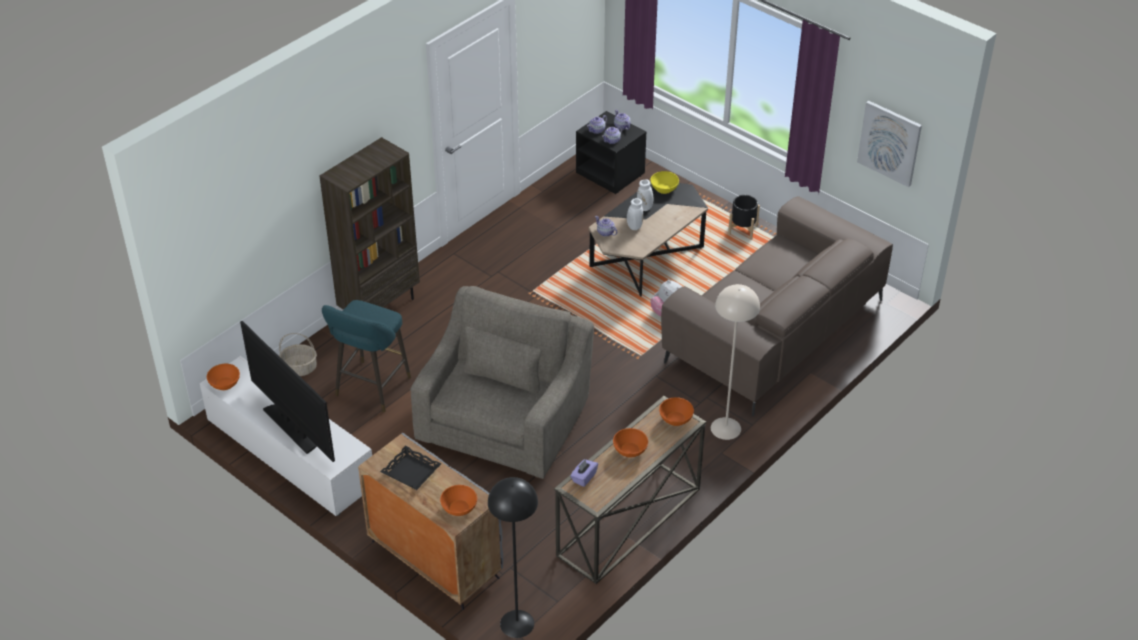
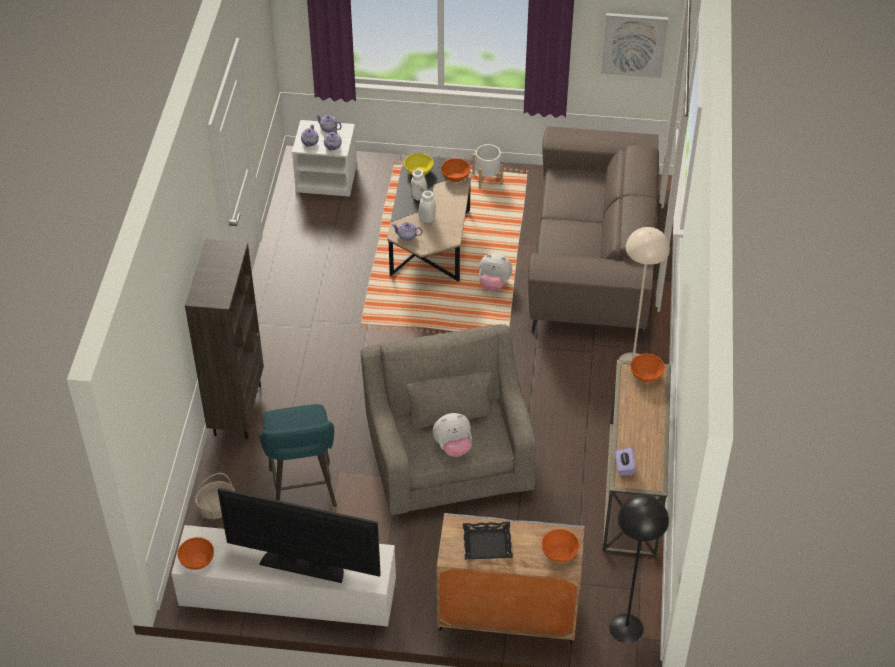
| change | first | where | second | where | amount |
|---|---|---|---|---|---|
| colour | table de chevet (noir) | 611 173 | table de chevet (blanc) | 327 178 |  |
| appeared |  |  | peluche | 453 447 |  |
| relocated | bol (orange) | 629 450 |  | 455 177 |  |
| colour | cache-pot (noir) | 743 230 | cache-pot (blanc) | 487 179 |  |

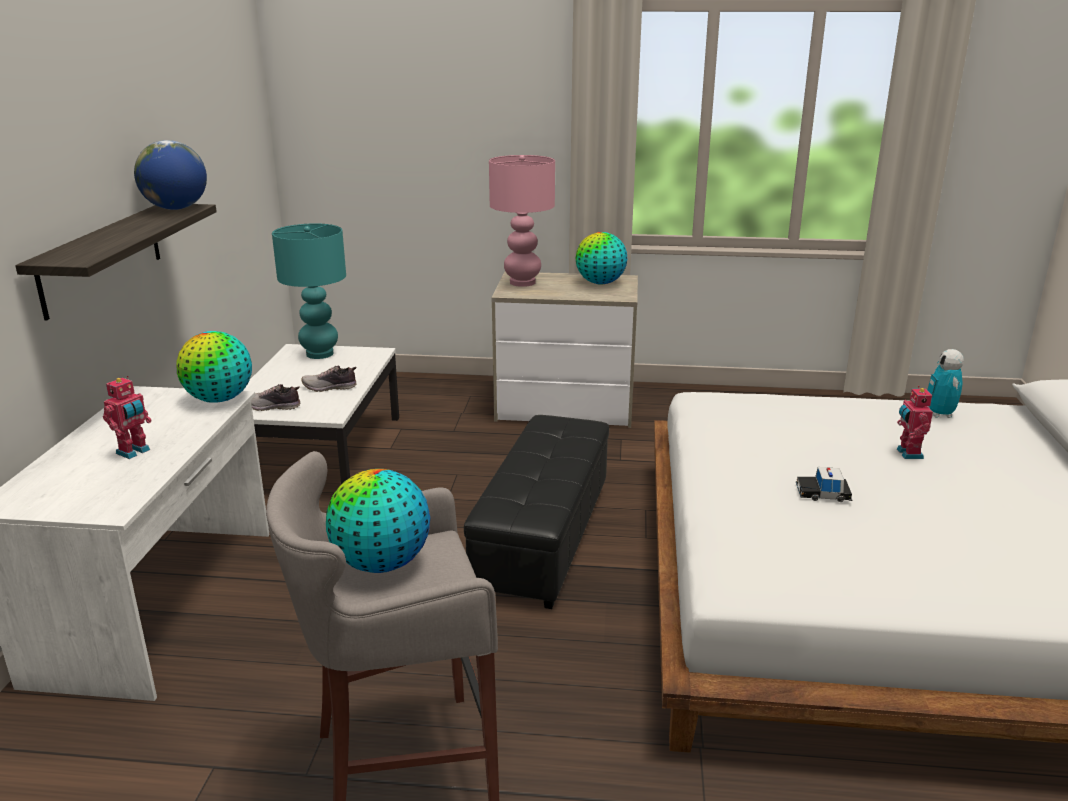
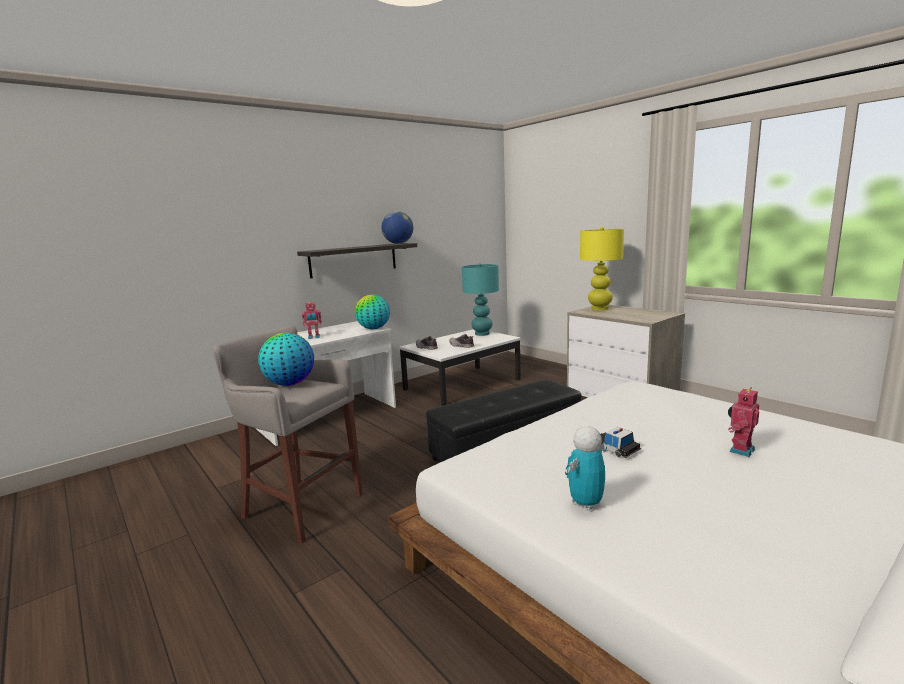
| change | first | where | second | where | amount |
|---|---|---|---|---|---|
| relocated | robot jouet | 940 414 |  | 585 504 |  |
| colour | lampe de table (rose) | 522 282 | lampe de table (jaune) | 600 308 |  |
| missing | globe | 600 283 |  |  |  |

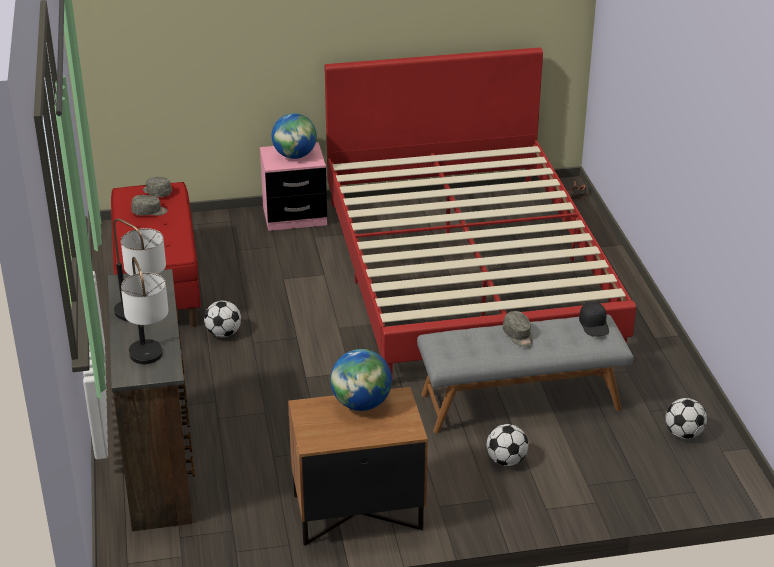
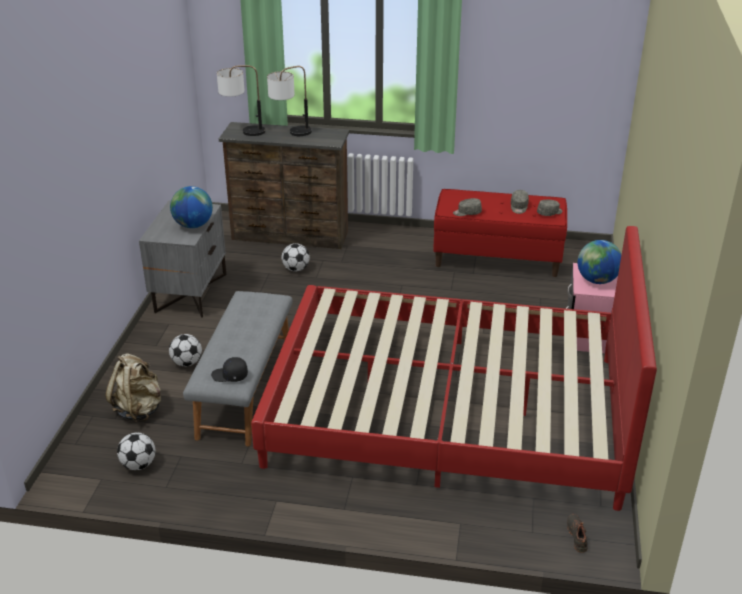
| change | first | where | second | where | amount |
|---|---|---|---|---|---|
| appeared |  |  | sac à dos (beige) | 139 409 |  |
| colour | table de chevet (marron) | 357 514 | table de chevet (gris) | 190 292 |  |
| relocated | ballon de foot | 223 333 |  | 296 269 |  |
| relocated | casquette (gris) | 518 335 |  | 467 213 |  |

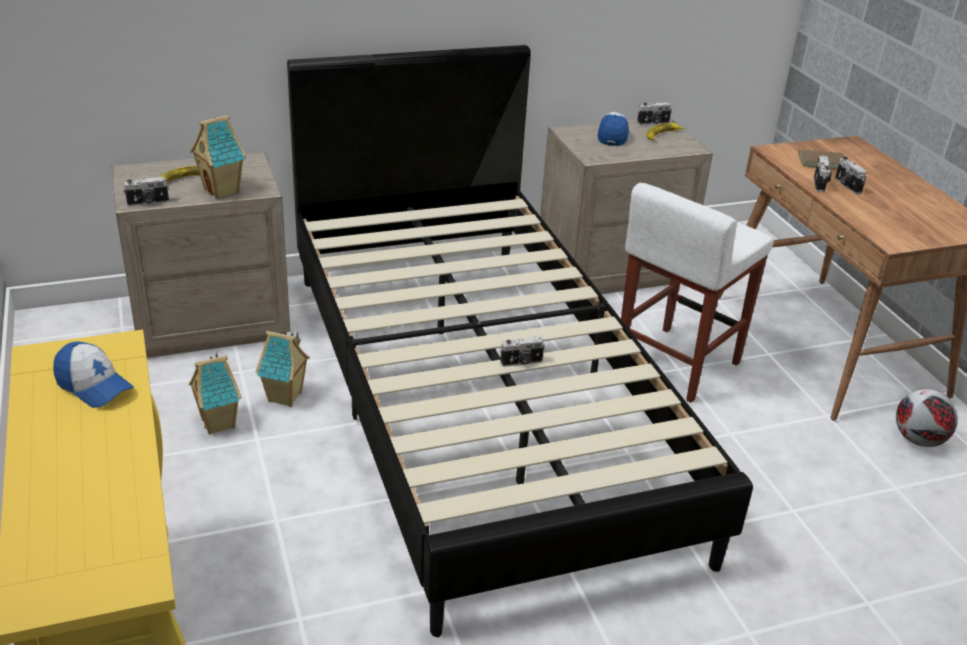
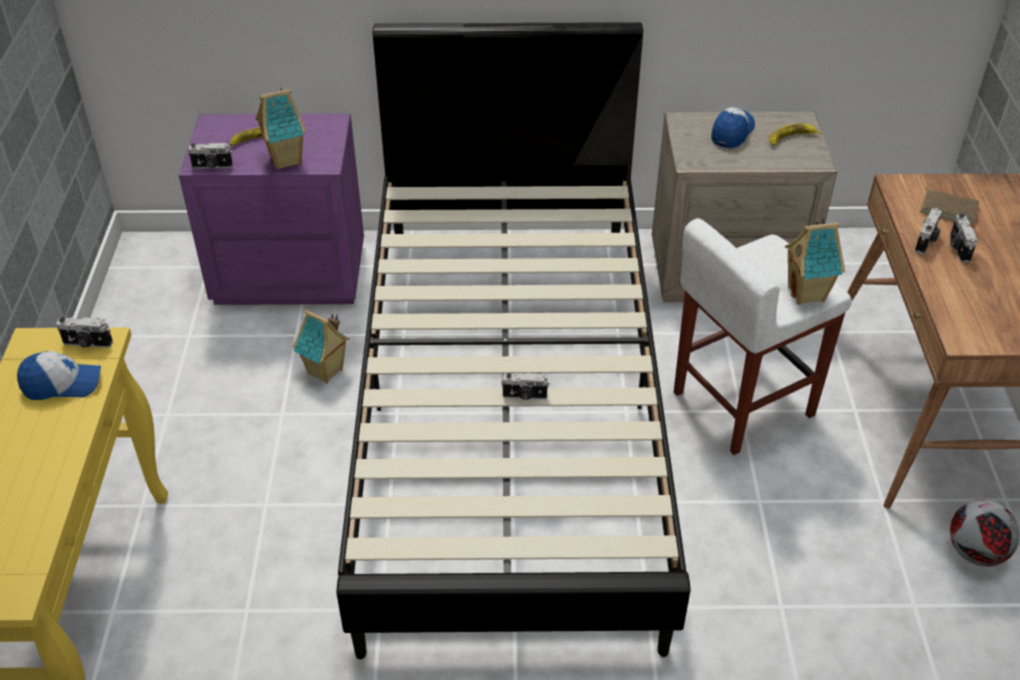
| change | first | where | second | where | amount |
|---|---|---|---|---|---|
| spun | casquette | 94 386 |  | 62 384 | 60 degrees counterclockwise |
| relocated | appareil photo | 653 123 |  | 87 344 |  |
| colour | table de chevet (beige) | 211 322 | table de chevet (violet) | 290 273 |  |
| relocated | maison miniature | 220 424 |  | 807 294 |  |

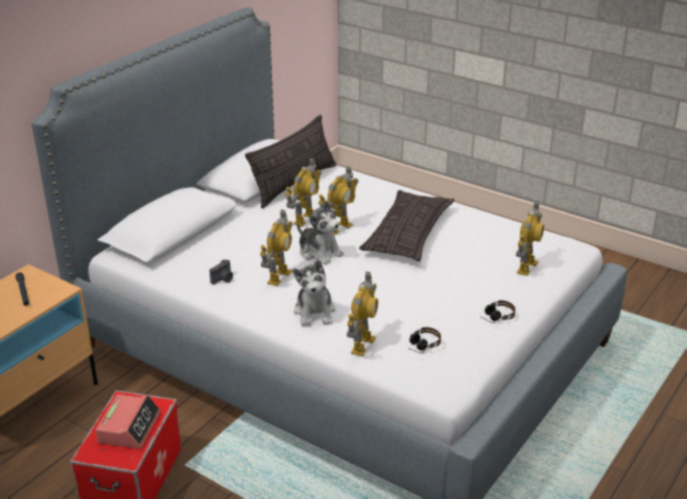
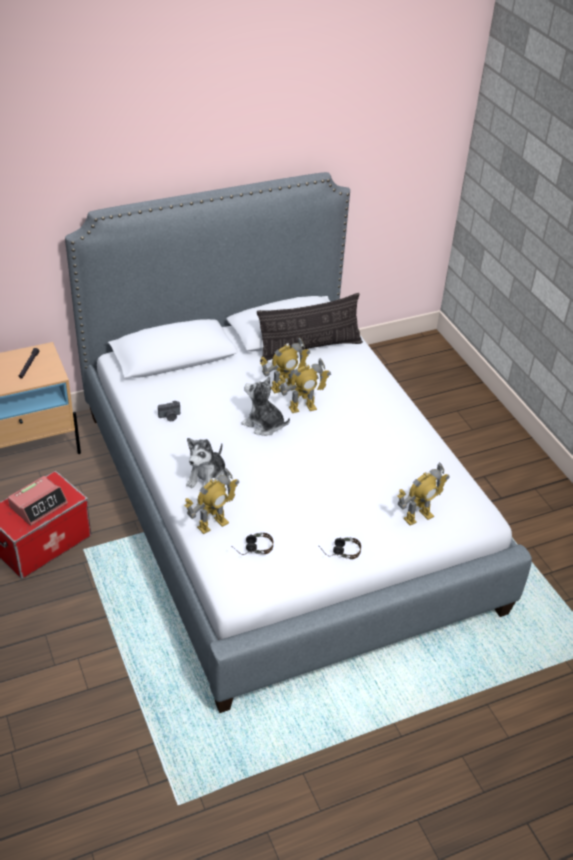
| change | first | where | second | where | amount |
|---|---|---|---|---|---|
| spun | peluche | 319 252 |  | 263 424 | 135 degrees clockwise |
| missing | robot jouet | 278 277 |  |  |  |
| missing | coussin | 408 233 |  |  |  |

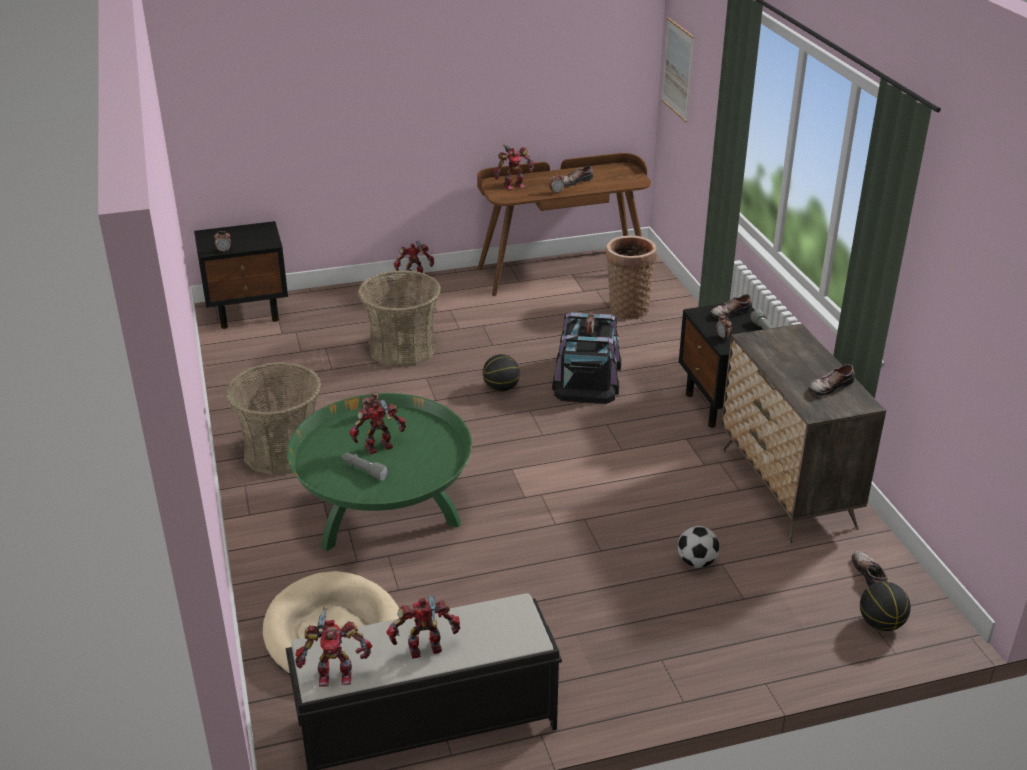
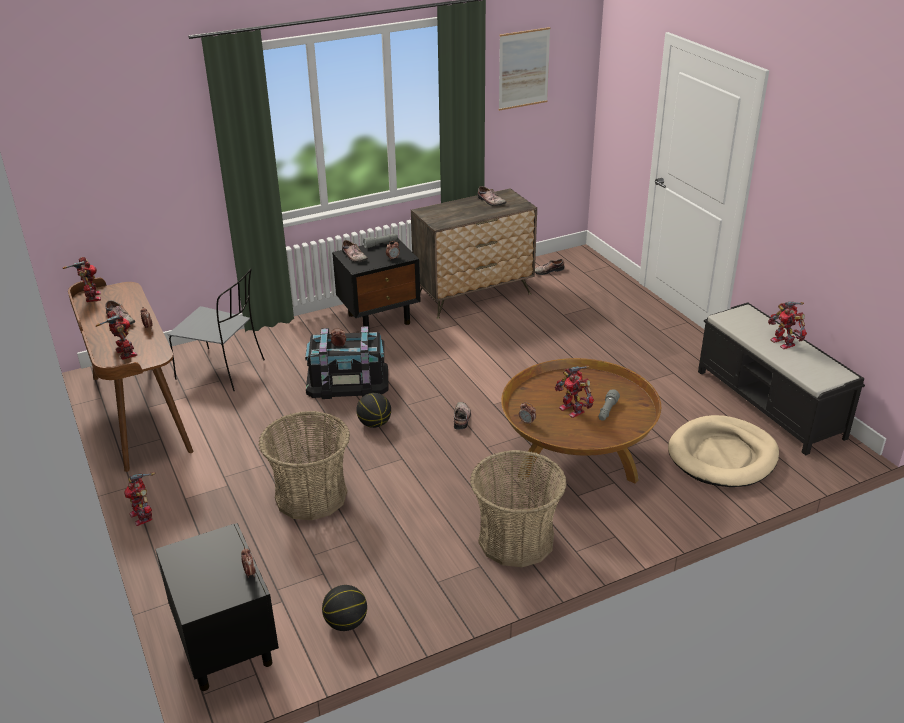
| change | first | where | second | where | amount |
|---|---|---|---|---|---|
| relocated | robot jouet | 335 674 |  | 91 297 |  |
| exchanged | panier | 627 308 | chaise (gris) | 223 370 |  |
| relocated | ballon de basket | 880 624 |  | 346 623 |  |
| appeared |  |  | chaussure | 462 418 |  |
| relocated | tableau | 677 69 |  | 523 69 |  |
| colour | table basse (vert) | 384 512 | table basse (marron) | 576 458 |  |
| missing | ballon de foot | 696 562 |  |  |  |

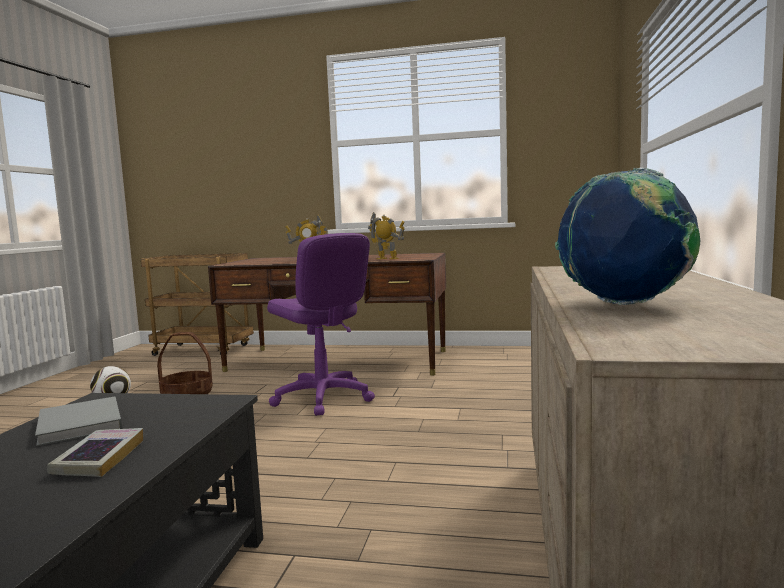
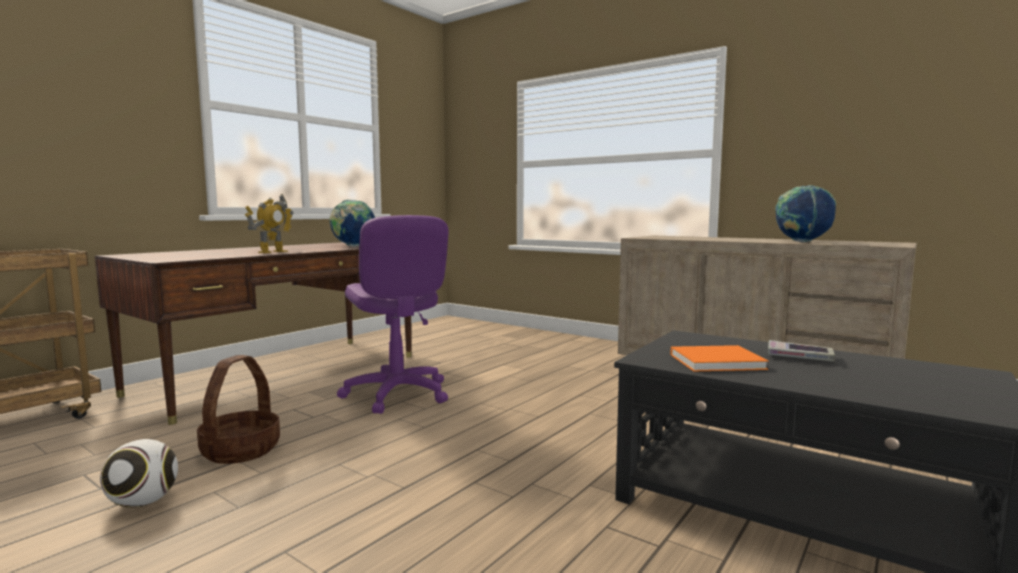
| change | first | where | second | where | amount |
|---|---|---|---|---|---|
| exchanged | robot jouet | 387 259 | globe | 353 246 |  |
| spun | chaise de bureau (violet) | 323 398 |  | 397 394 | 75 degrees clockwise |
| colour | livre (gris) | 80 424 | livre (orange) | 719 362 |  |

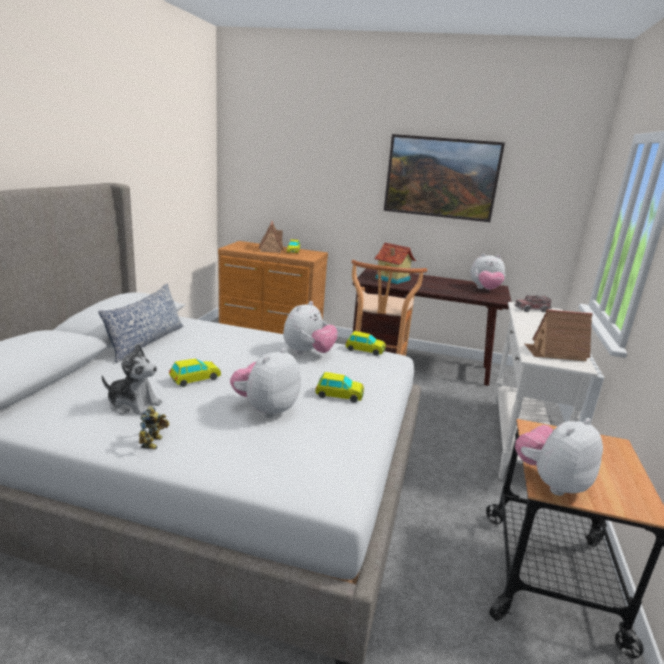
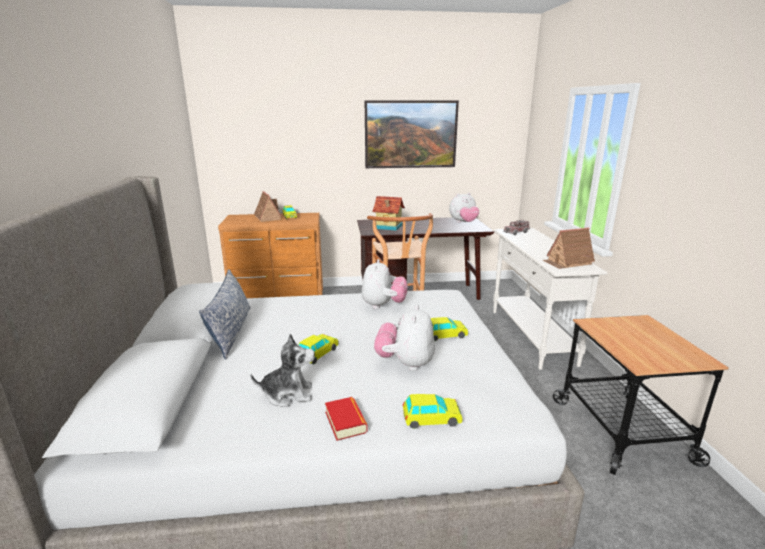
| change | first | where | second | where | amount |
|---|---|---|---|---|---|
| exchanged | robot jouet | 154 442 | livre | 345 422 |  |
| relocated | petite voiture | 365 350 |  | 431 419 |  |
| missing | peluche | 551 483 |  |  |  |

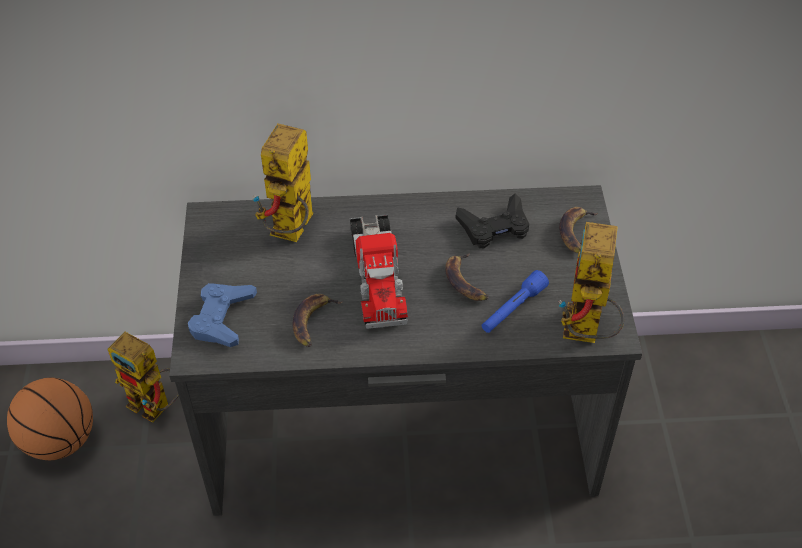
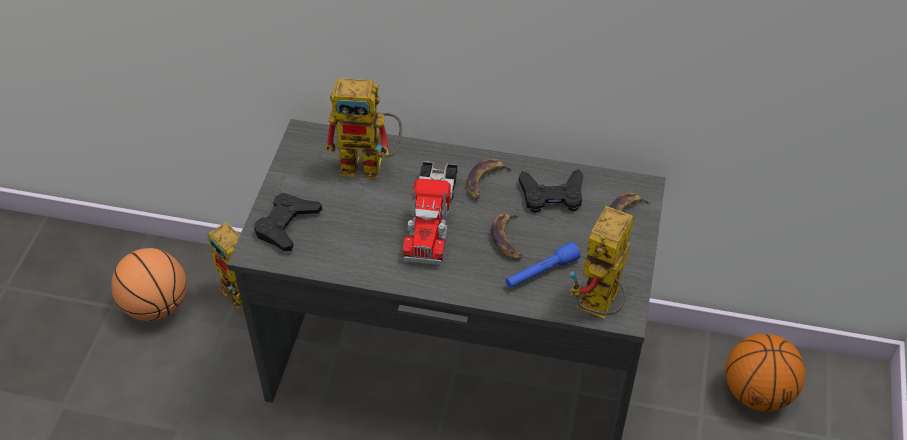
| change | first | where | second | where | amount |
|---|---|---|---|---|---|
| colour | manette (bleu) | 222 318 | manette (noir) | 287 225 |  |
| spun | robot jouet | 292 233 |  | 371 164 | 120 degrees counterclockwise |
| relocated | banane | 313 322 |  | 485 181 |  |
| appeared |  |  | ballon de basket | 757 393 |  |

